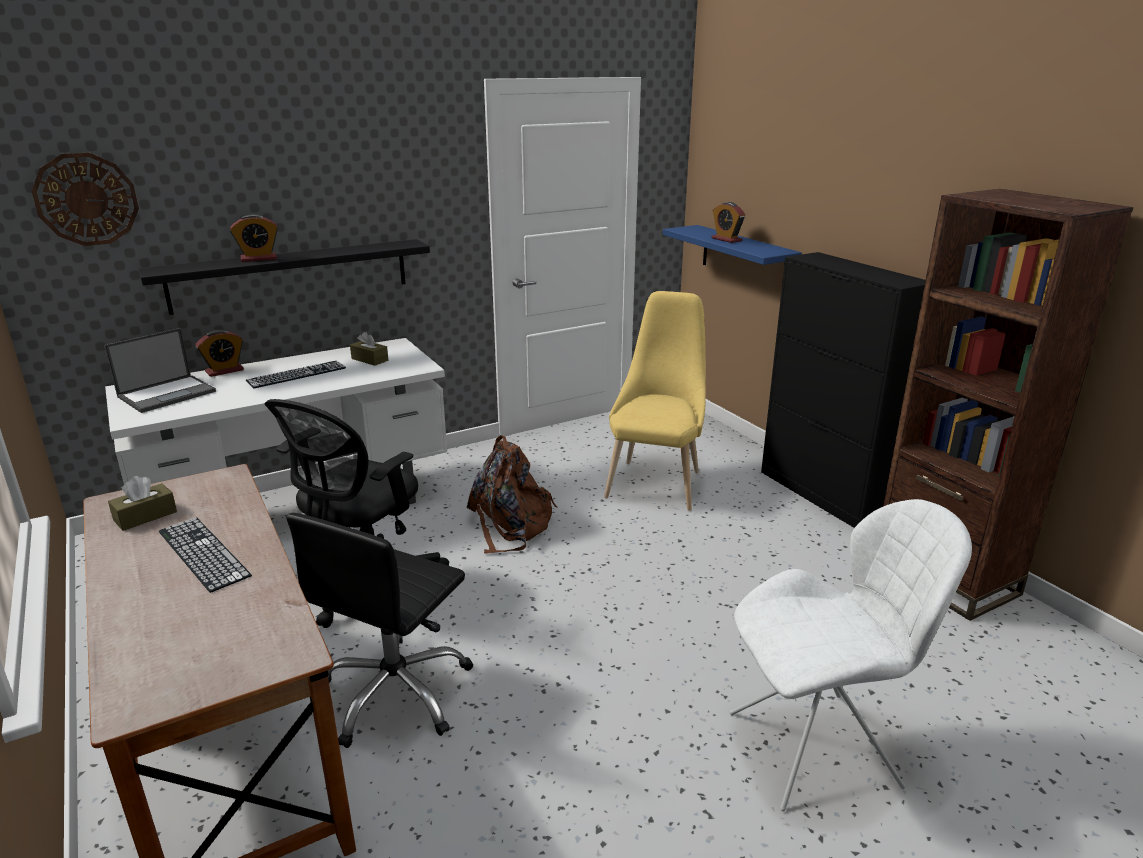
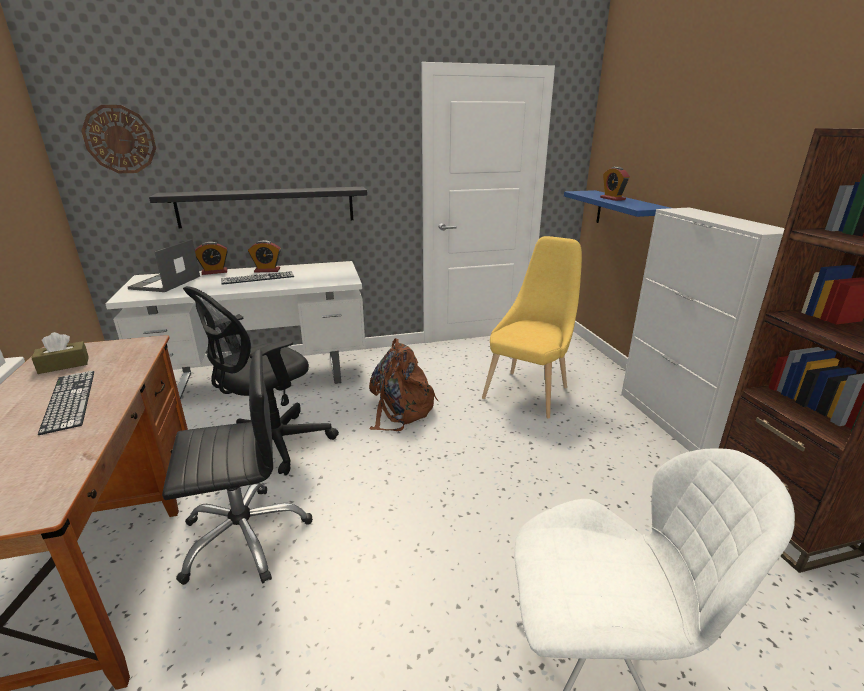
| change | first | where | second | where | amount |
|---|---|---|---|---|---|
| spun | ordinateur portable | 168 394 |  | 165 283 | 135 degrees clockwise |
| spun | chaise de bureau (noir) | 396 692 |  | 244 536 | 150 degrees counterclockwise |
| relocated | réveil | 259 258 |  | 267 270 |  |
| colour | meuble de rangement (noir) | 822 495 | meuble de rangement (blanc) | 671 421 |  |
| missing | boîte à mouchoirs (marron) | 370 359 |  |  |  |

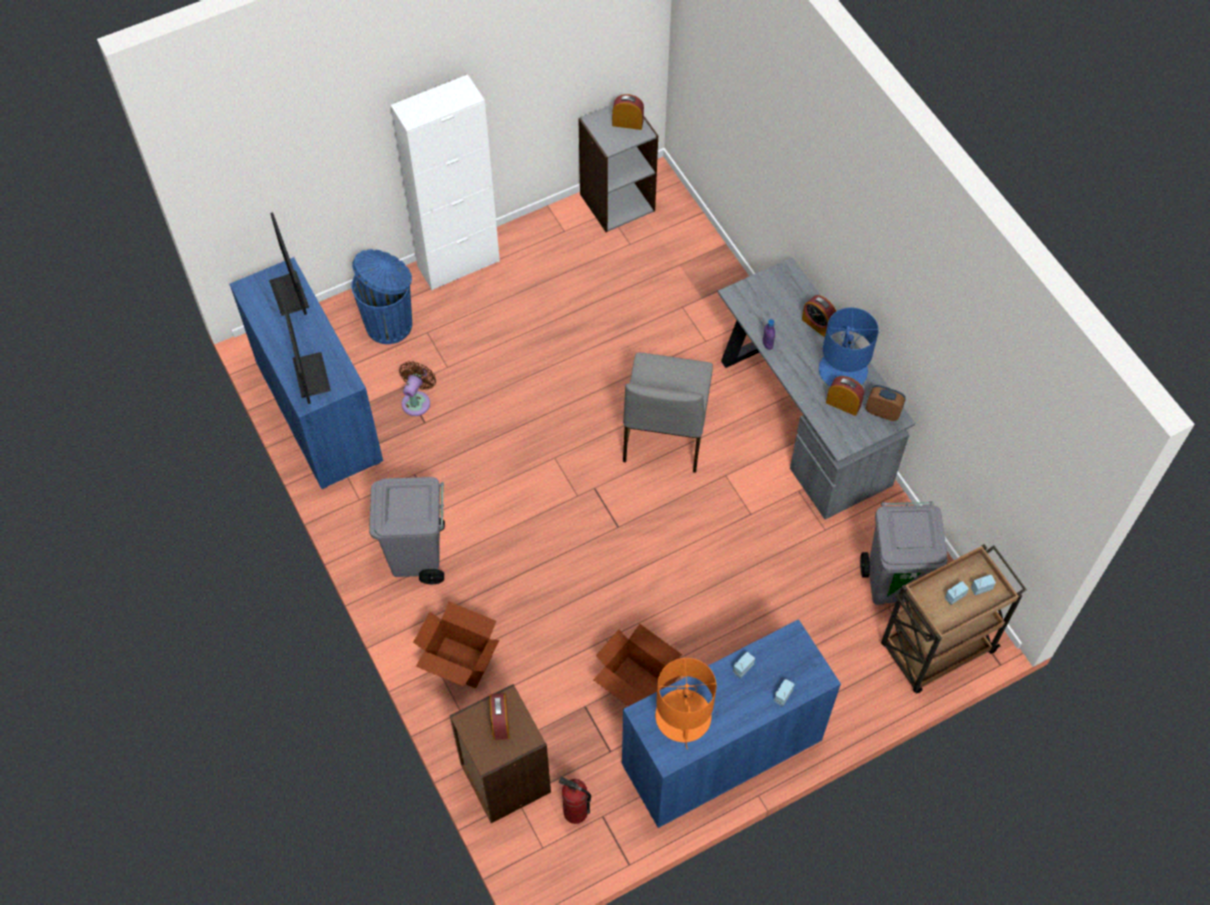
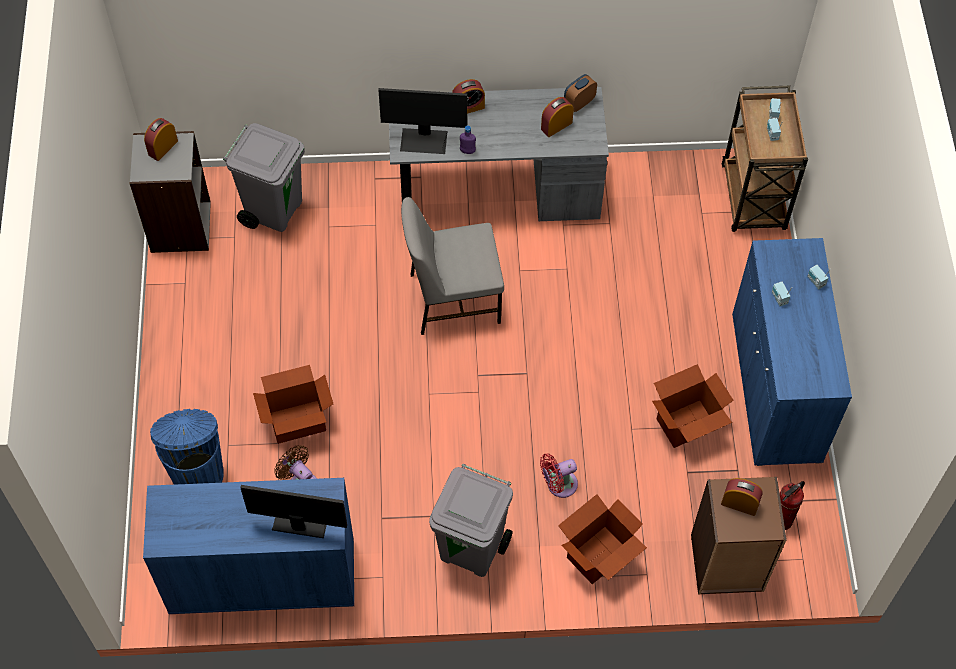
| change | first | where | second | where | amount |
|---|---|---|---|---|---|
| relocated | poubelle (gris) | 894 583 |  | 274 210 |  |
| appeared |  |  | carton | 297 421 |  |
| relocated | écran d'ordinateur | 290 293 |  | 424 140 |  |
| spun | chaise (gris) | 664 434 |  | 452 298 | 135 degrees clockwise |
| appeared |  |  | ventilateur (rouge) | 559 485 |  |
| missing | meuble de rangement (blanc) | 458 264 |  |  |  |
| missing | lampe de table (orange) | 683 717 |  |  |  |
| missing | lampe de table (bleu) | 843 370 |  |  |  |

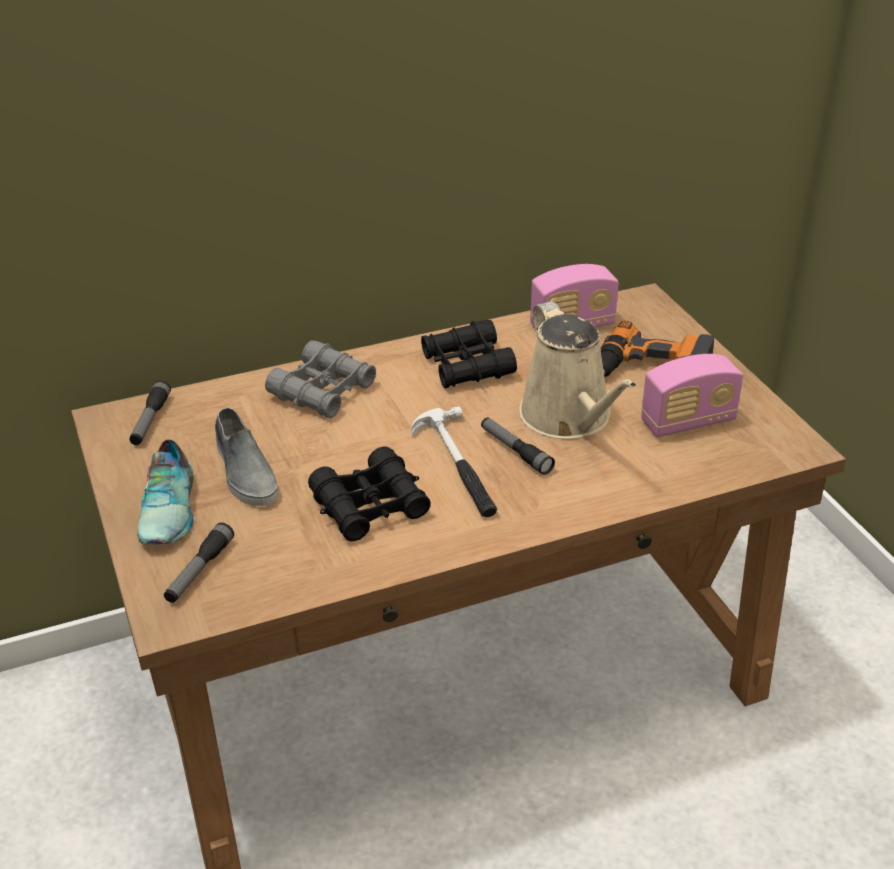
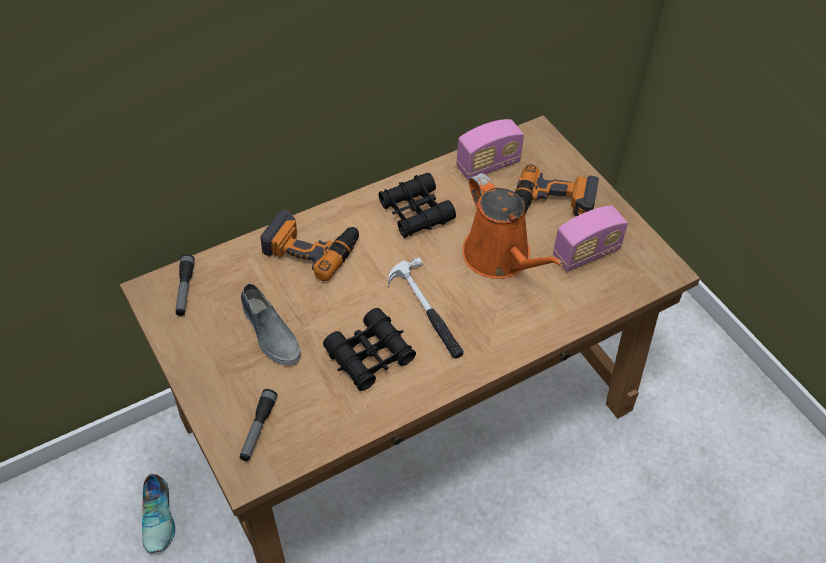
| change | first | where | second | where | amount |
|---|---|---|---|---|---|
| relocated | chaussure | 171 509 |  | 159 516 |  |
| exchanged | jumelles (gris) | 323 391 | perceuse | 311 247 |  |
| colour | arrosoir (beige) | 569 418 | arrosoir (orange) | 500 257 |  |
| missing | lampe de poche | 515 451 |  |  |  |

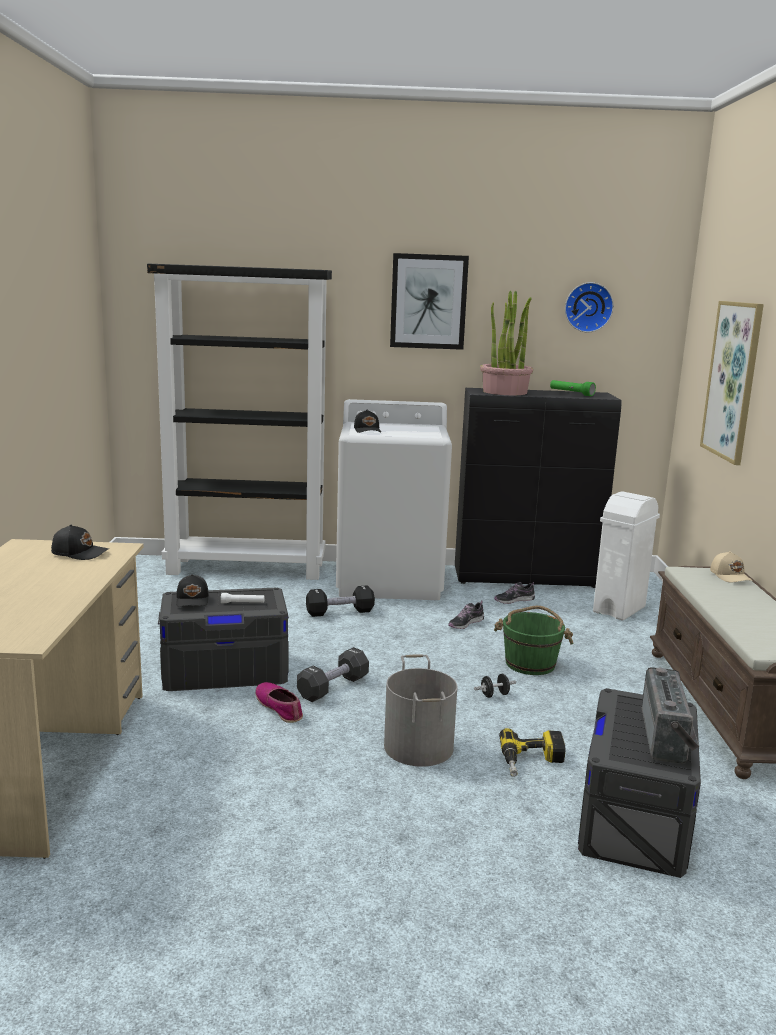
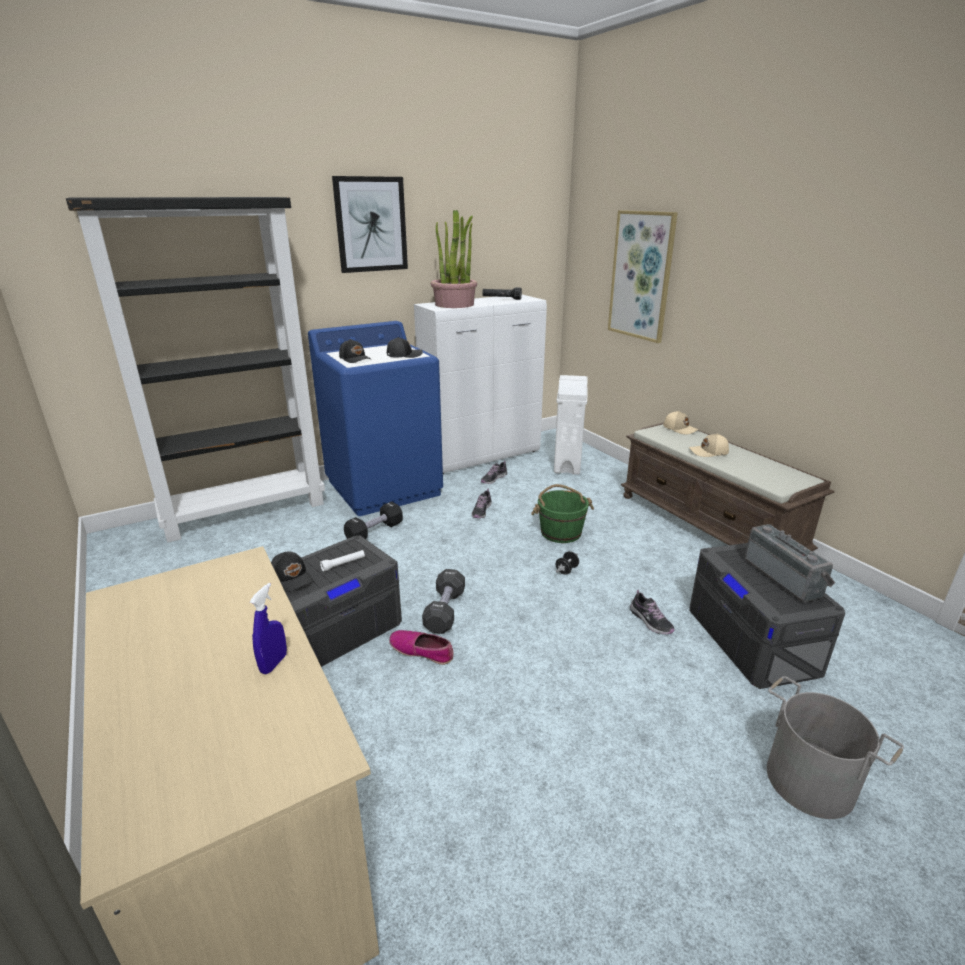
| change | first | where | second | where | amount |
|---|---|---|---|---|---|
| appeared |  |  | vaporisateur (bleu) | 274 663 |  |
| colour | lave-linge (blanc) | 390 580 | lave-linge (bleu) | 384 487 |  |
| relocated | casquette (noir) | 80 553 |  | 404 355 |  |
| colour | meuble de rangement (noir) | 526 578 | meuble de rangement (blanc) | 482 456 |  |
| colour | lampe de poche (vert) | 571 393 | lampe de poche (noir) | 501 299 |  |
| exchanged | perceuse | 532 762 | chaussure | 650 621 |  |
| appeared |  |  | casquette (beige) | 709 452 |  |
| relocated | seau (gris) | 419 747 |  | 810 780 |  |
| missing | horloge murale | 588 307 |  |  |  |

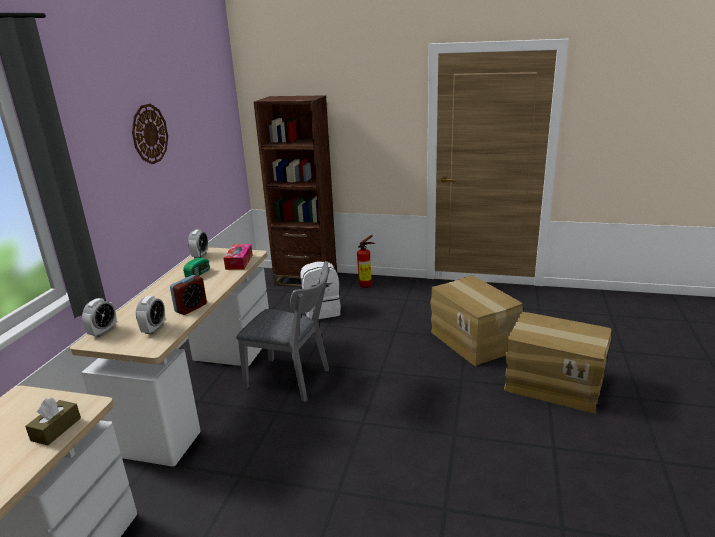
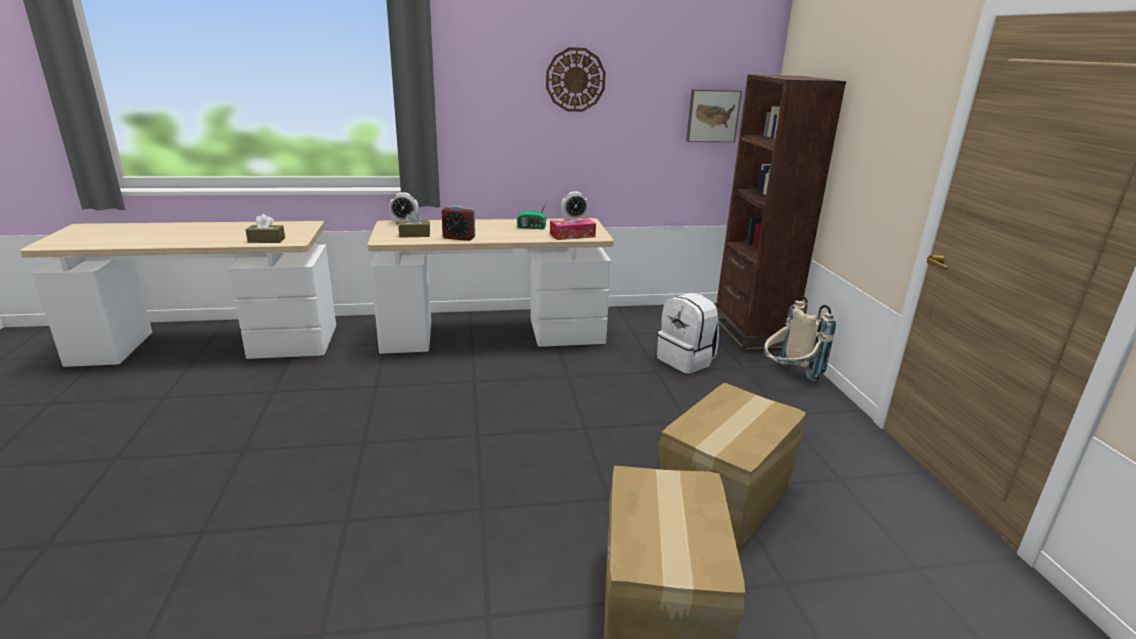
| change | first | where | second | where | amount |
|---|---|---|---|---|---|
| exchanged | réveil | 154 329 | boîte à mouchoirs (marron) | 414 235 |  |
| appeared |  |  | tableau | 712 115 |  |
| exchanged | extincteur | 367 285 | sac à dos (beige) | 788 377 |  |
| missing | chaise (gris) | 293 380 |  |  |  |

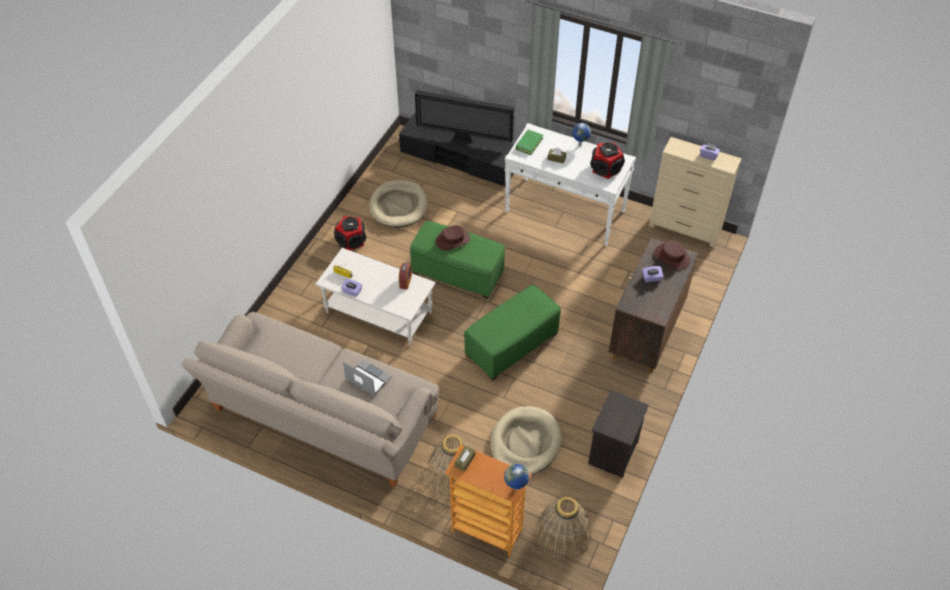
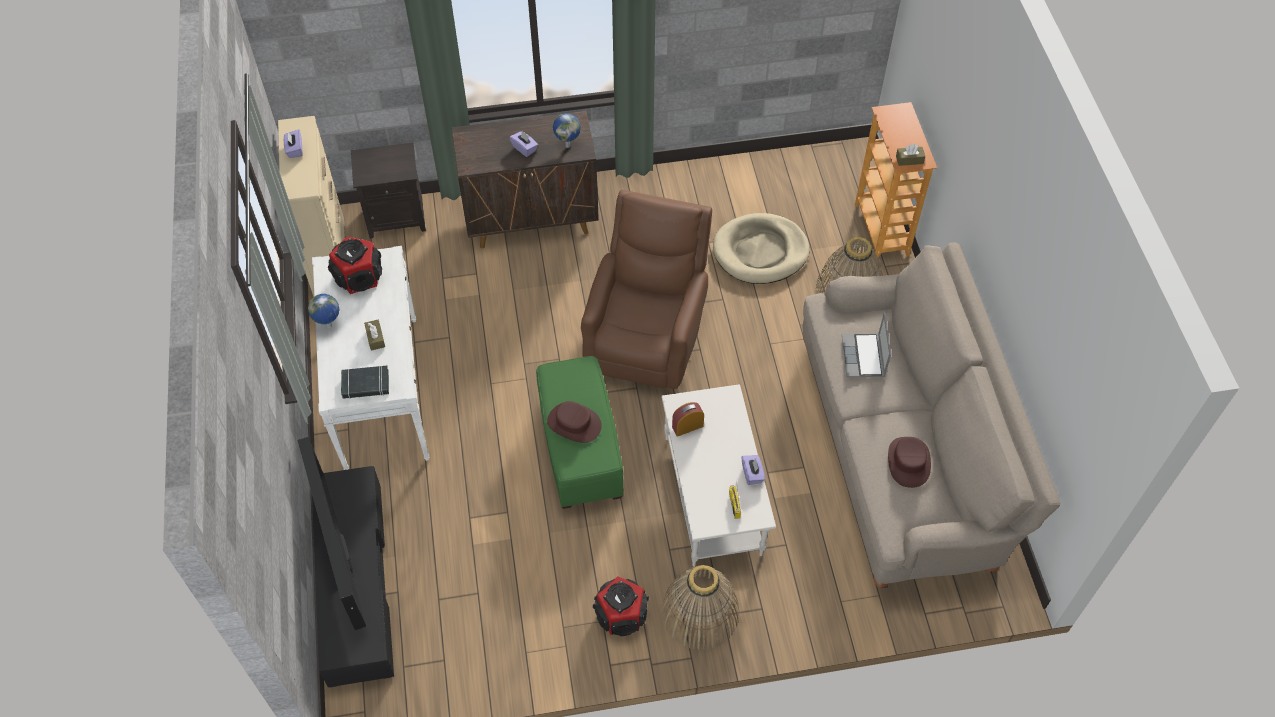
| change | first | where | second | where | amount |
|---|---|---|---|---|---|
| colour | livre (vert) | 529 144 | livre (noir) | 365 384 |  |
| relocated | table de chevet (noir) | 614 453 |  | 397 217 |  |
| relocated | globe | 516 488 |  | 568 145 |  |
| exchanged | pouf (vert) | 511 345 | fauteuil (marron) | 646 330 |  |
| relocated | panier | 563 534 |  | 700 612 |  |
| relocated | chapeau (marron) | 672 257 |  | 908 462 |  |
| missing | panier pour chien (beige) | 398 206 |  |  |  |

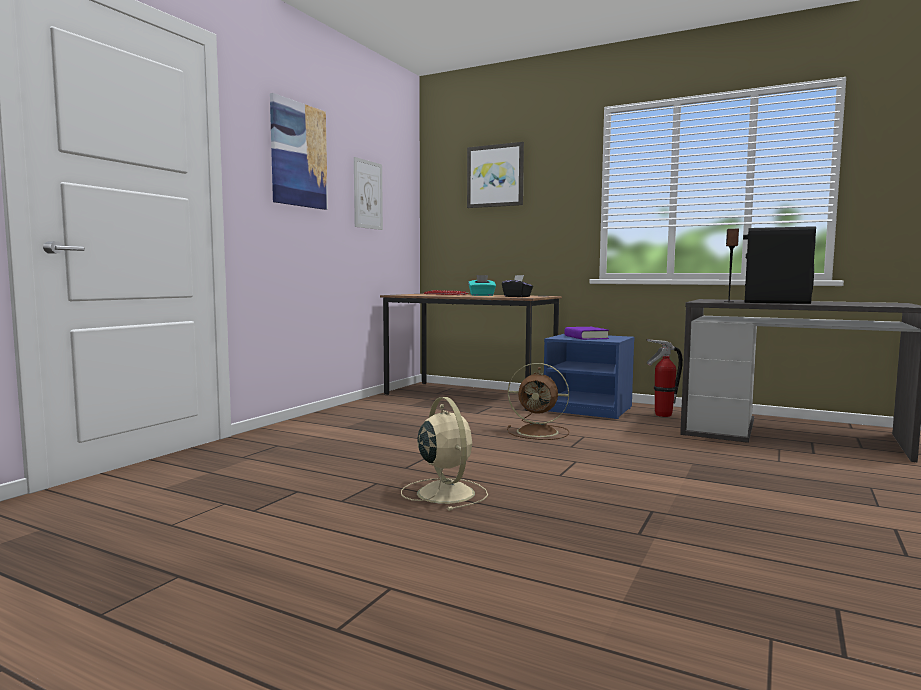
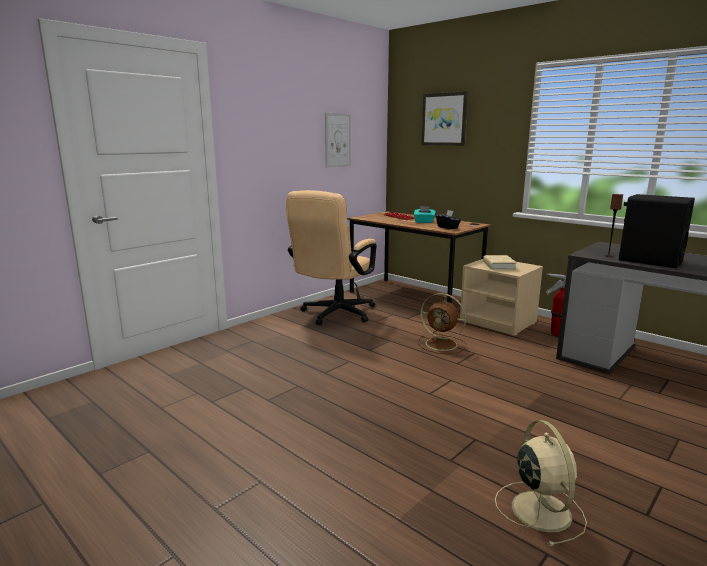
| change | first | where | second | where | amount |
|---|---|---|---|---|---|
| appeared |  |  | chaise de bureau (beige) | 334 315 |  |
| colour | table de chevet (bleu) | 589 409 | table de chevet (beige) | 499 321 |  |
| colour | livre (violet) | 586 337 | livre (beige) | 499 266 |  |
| relocated | ventilateur (beige) | 444 492 |  | 539 509 |  |
| missing | tableau | 298 155 |  |  |  |

